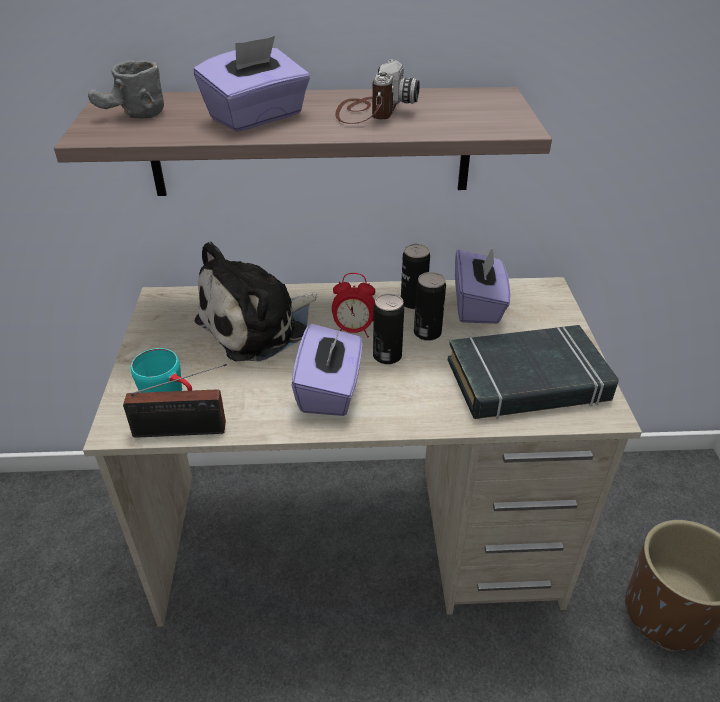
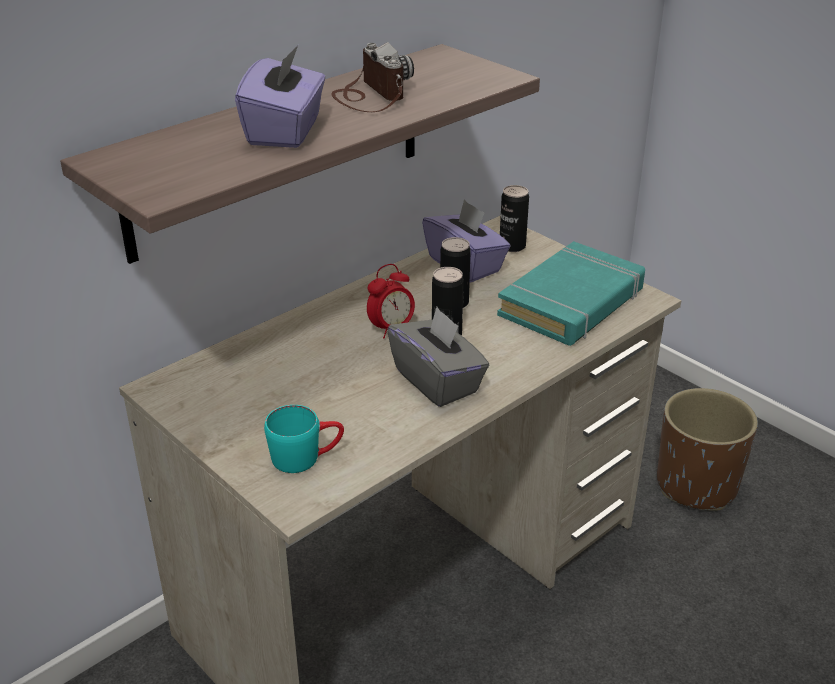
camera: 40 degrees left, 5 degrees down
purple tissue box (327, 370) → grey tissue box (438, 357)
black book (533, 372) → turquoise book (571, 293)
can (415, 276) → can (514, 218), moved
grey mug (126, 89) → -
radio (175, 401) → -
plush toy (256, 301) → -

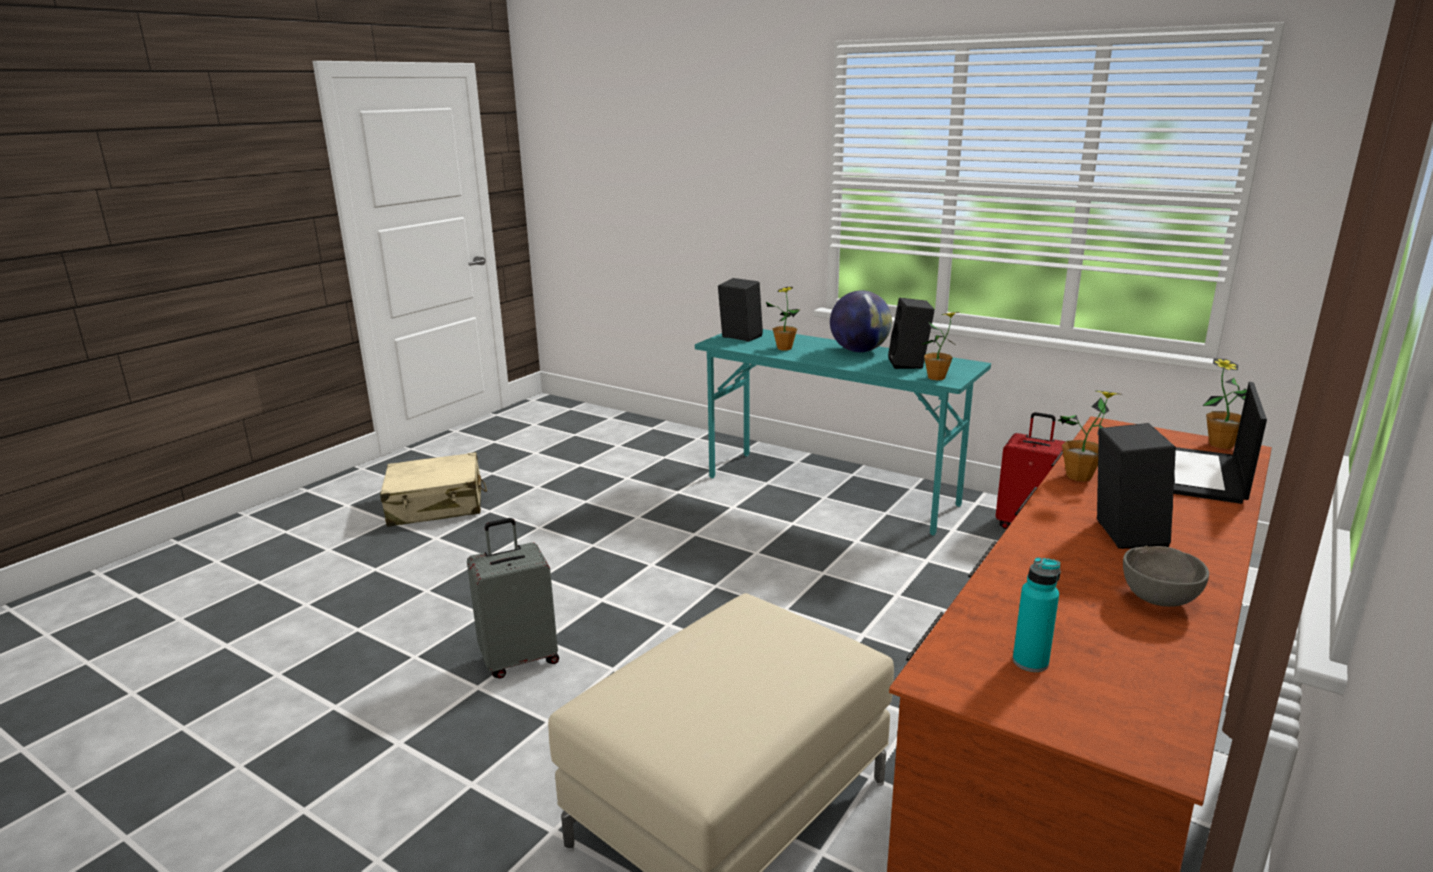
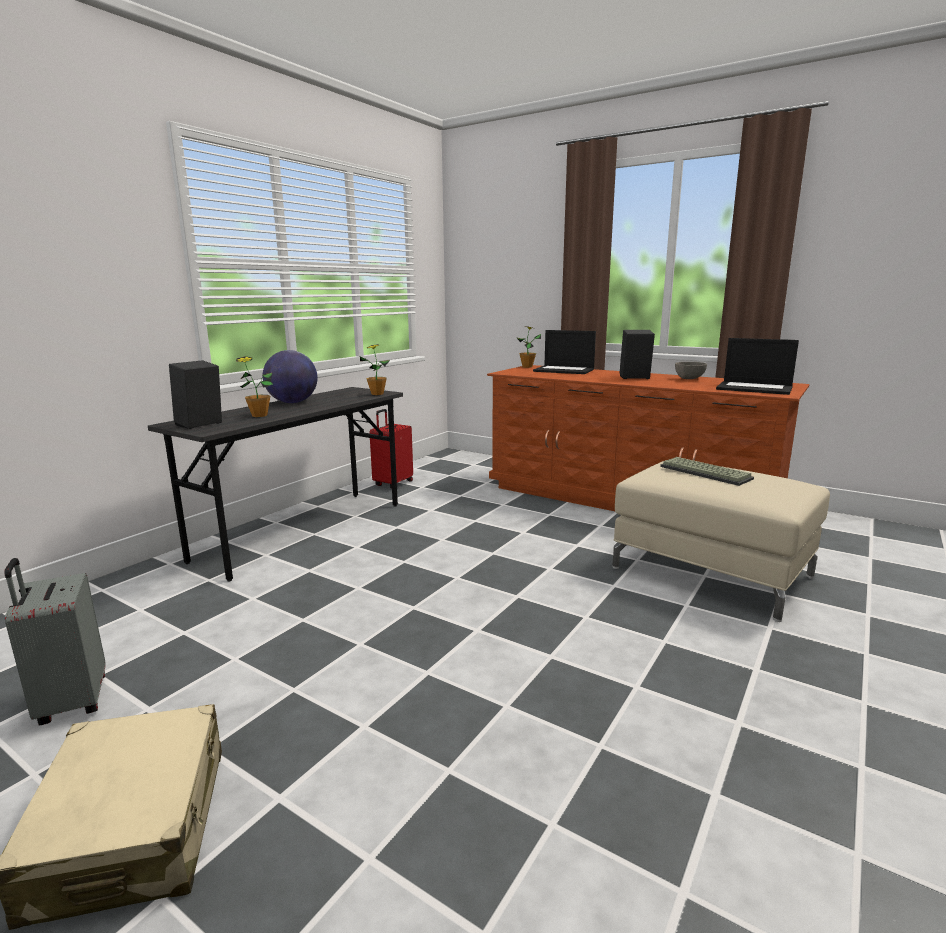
camera: 90 degrees left, 5 degrees down
grey suitcase (513, 598) → grey suitcase (55, 642), moved
turquoise desk (843, 432) → grey desk (275, 484)
- → keyboard (707, 471)
turquoise bottle (1037, 614) → laptop (757, 366)
black speaker (911, 333) → -
potted plant (1089, 435) → -

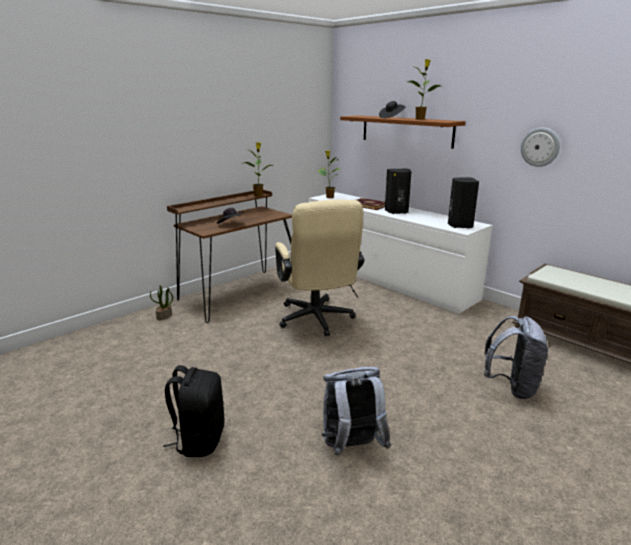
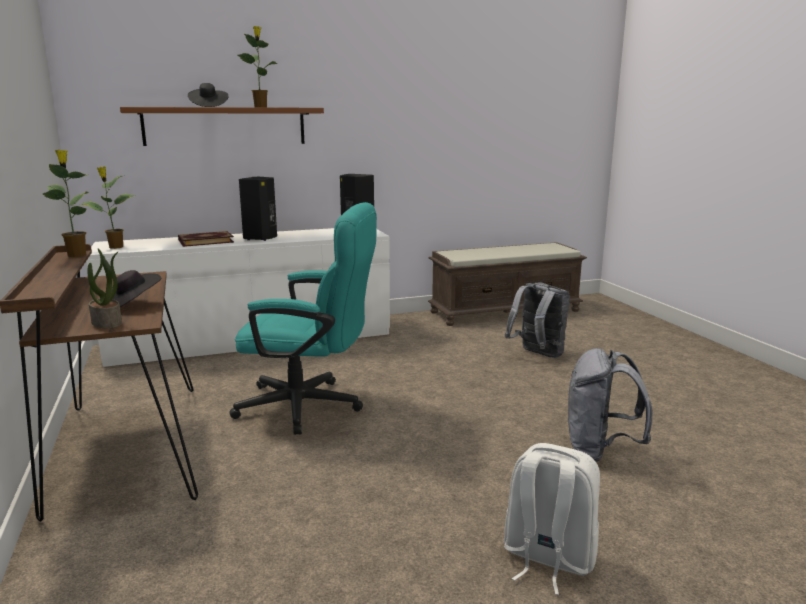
camera: 65 degrees left, 5 degrees down
potted plant (161, 302) → potted plant (105, 288), moved
beige office chair (319, 268) → turquoise office chair (303, 318)
black backpack (194, 411) → white backpack (552, 519)
wall clock (540, 147) → -

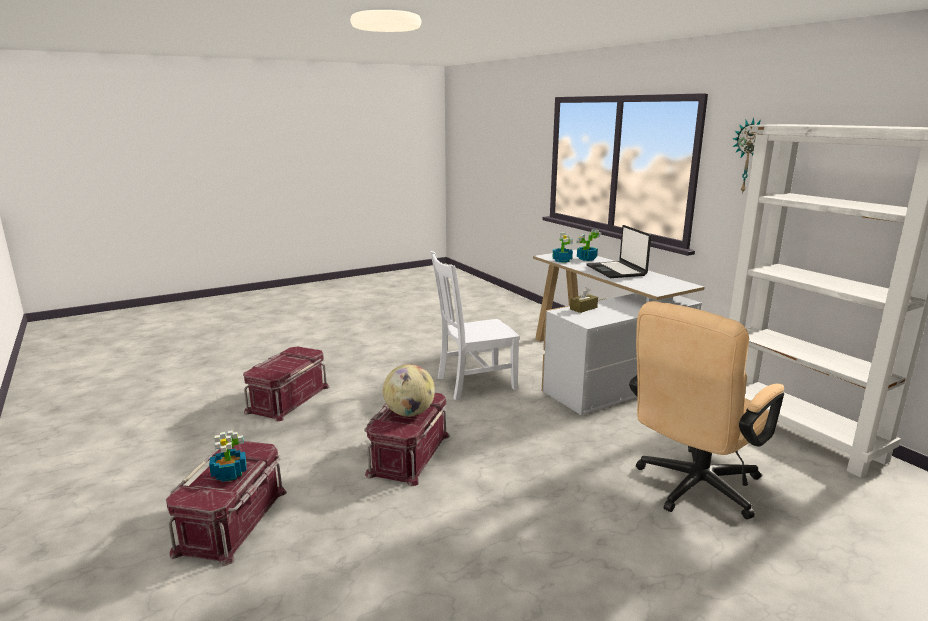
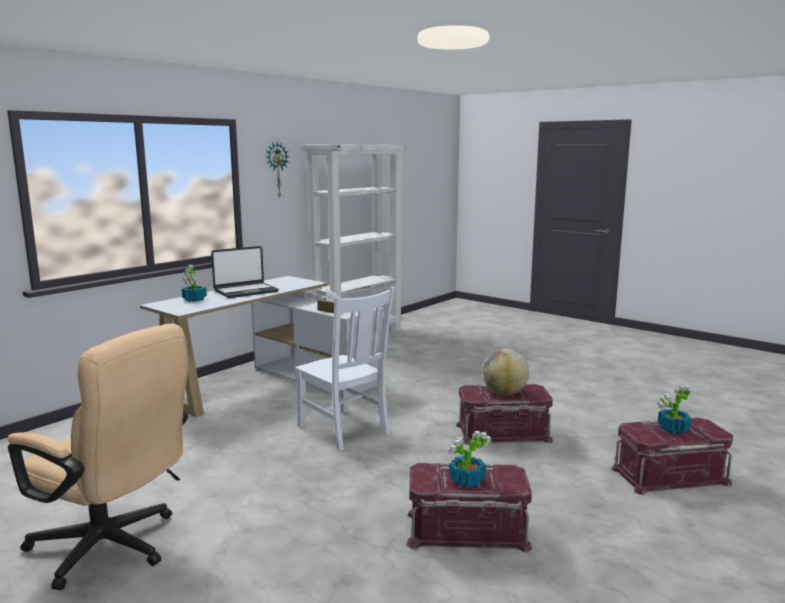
camera: 110 degrees left, 5 degrees down
beige office chair (706, 410) → beige office chair (98, 457), moved
potted plant (563, 247) → potted plant (469, 459), moved

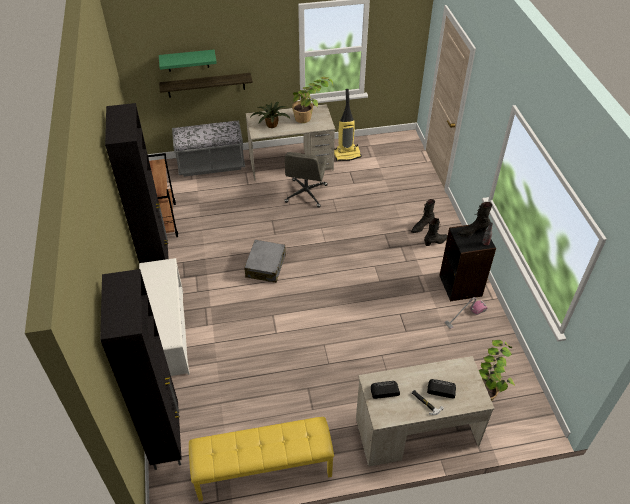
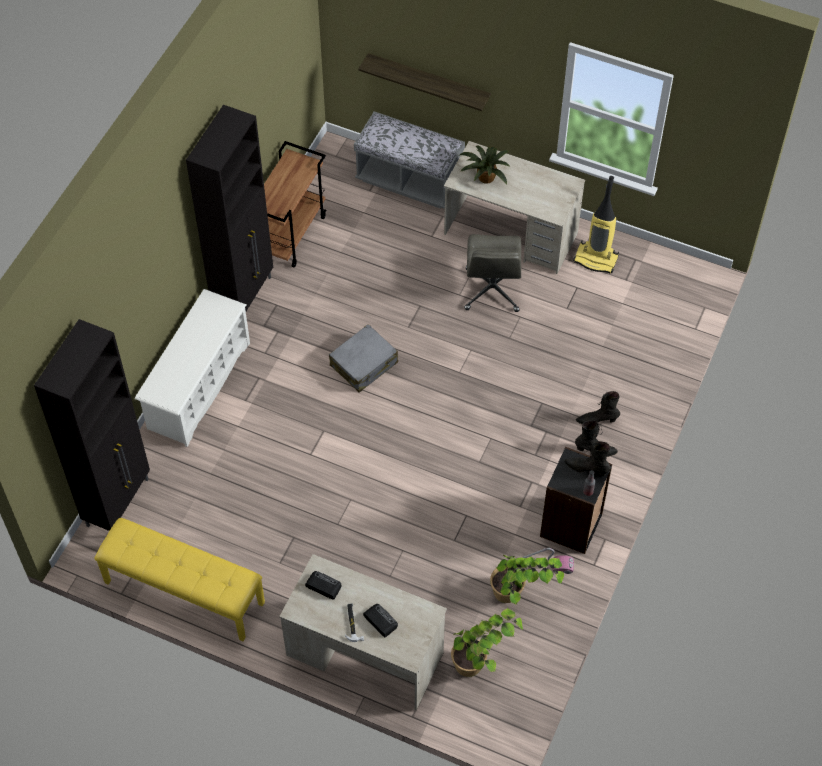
camera: 35 degrees right, 10 degrees up
grey office chair (306, 180) → grey office chair (492, 273), 45 degrees counterclockwise
potted plant (313, 100) → potted plant (527, 580), moved
green shelf (188, 61) → -

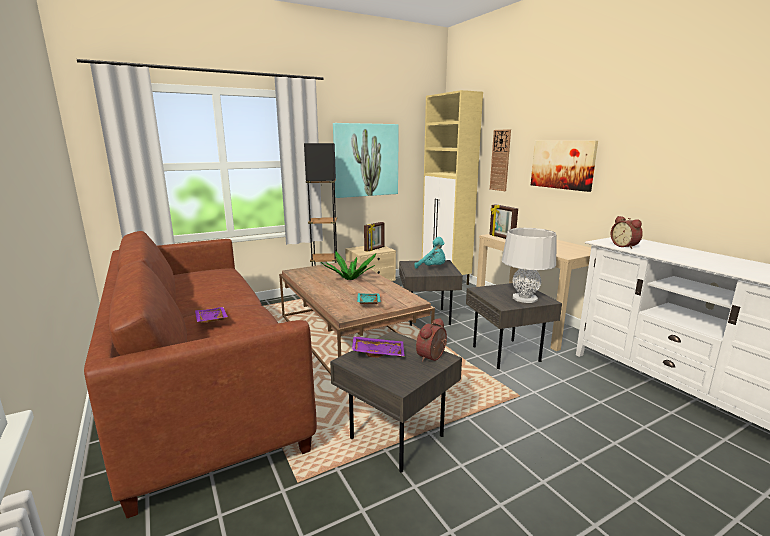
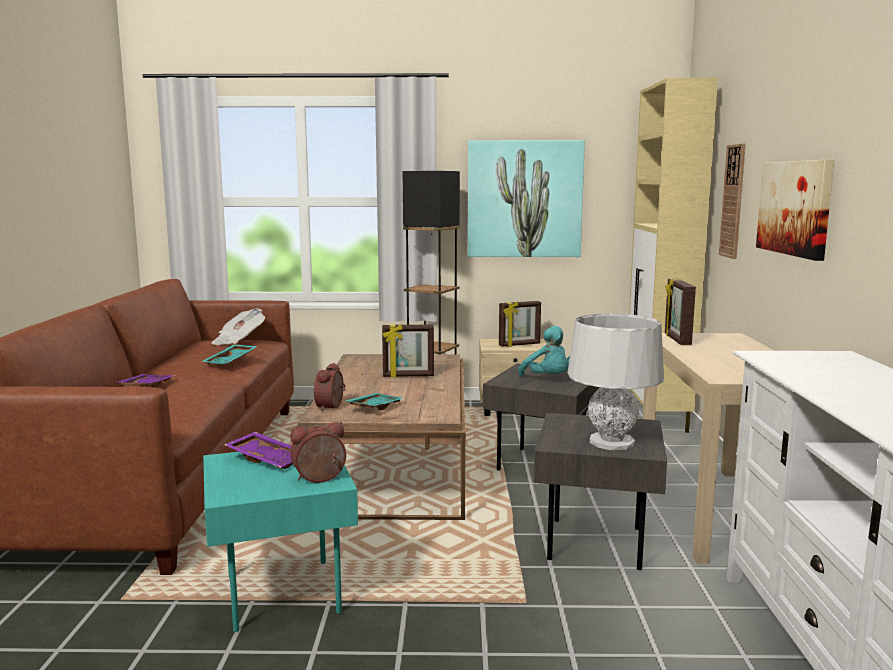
camera: 30 degrees right, 5 degrees down
- → turquoise tray (229, 355)
grey side table (396, 402) → turquoise side table (280, 542)
- → newspaper (238, 326)
alarm clock (627, 232) → alarm clock (329, 387), moved
potted plant (348, 265) → picture frame (408, 350)

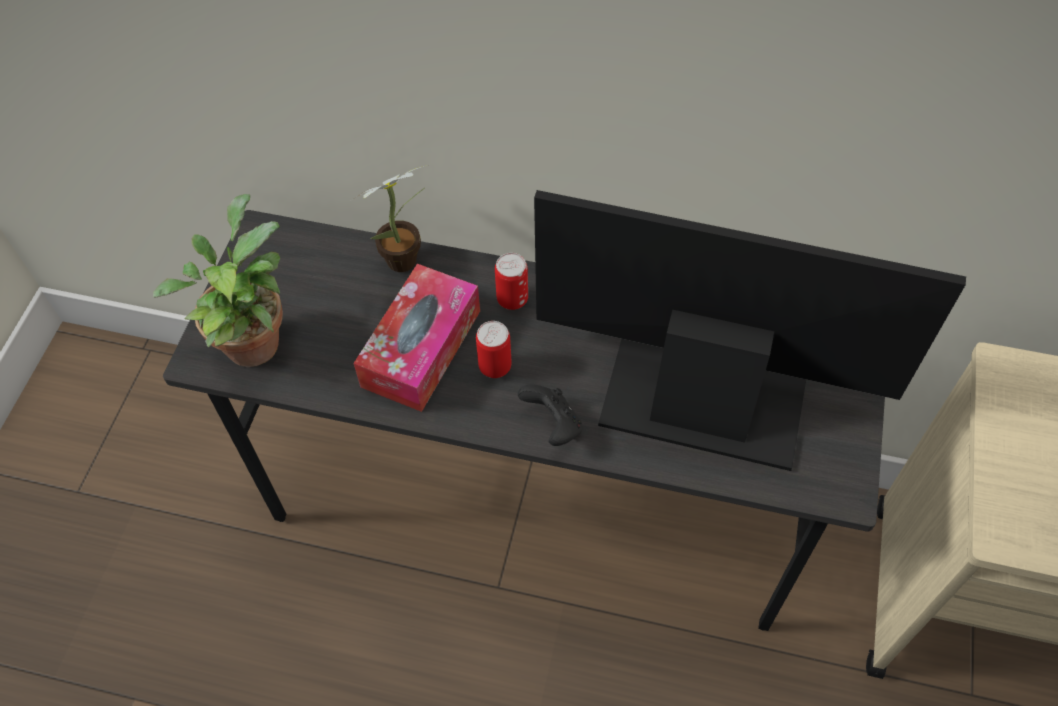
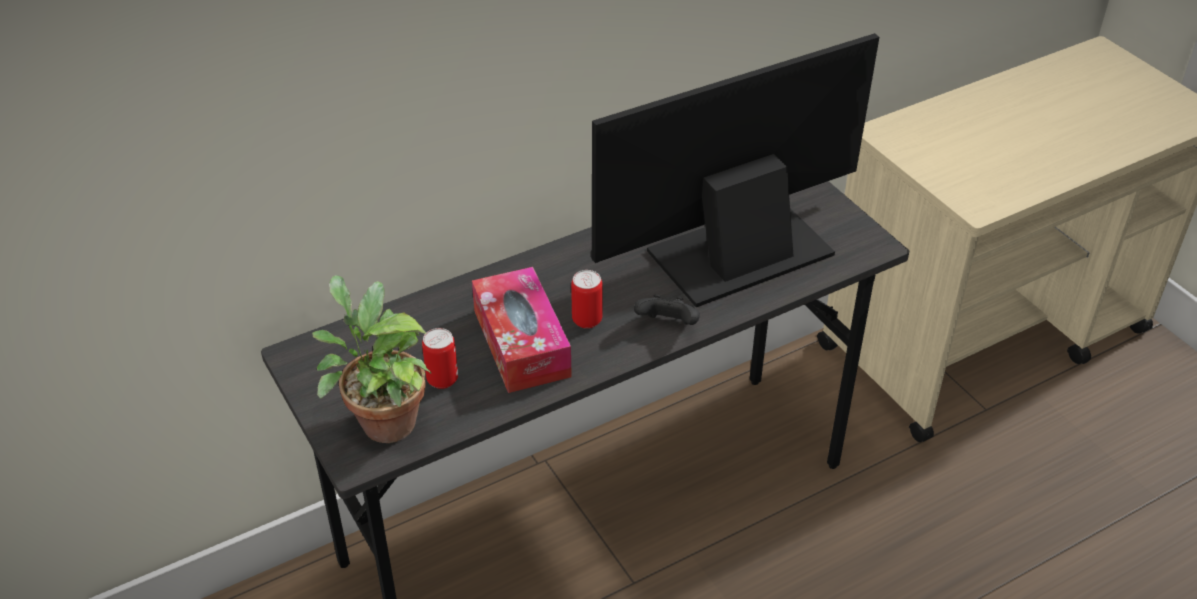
camera: 45 degrees left, 15 degrees down
can (511, 281) → can (440, 358), moved
potted plant (390, 218) → -

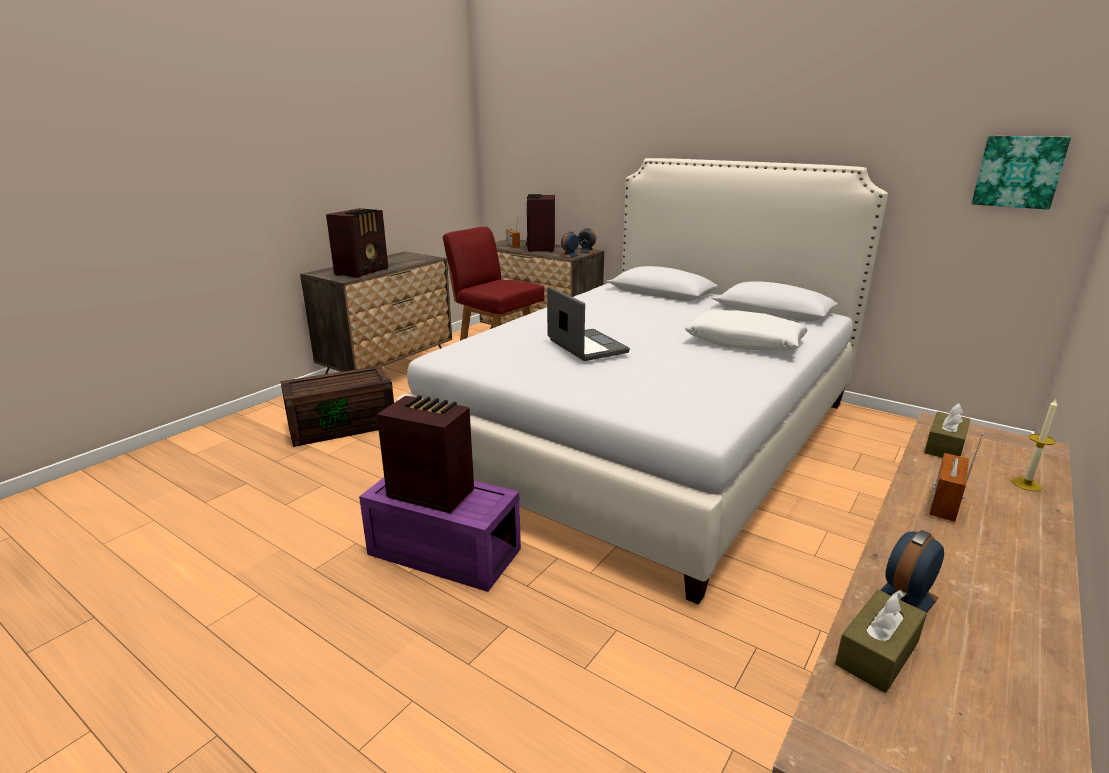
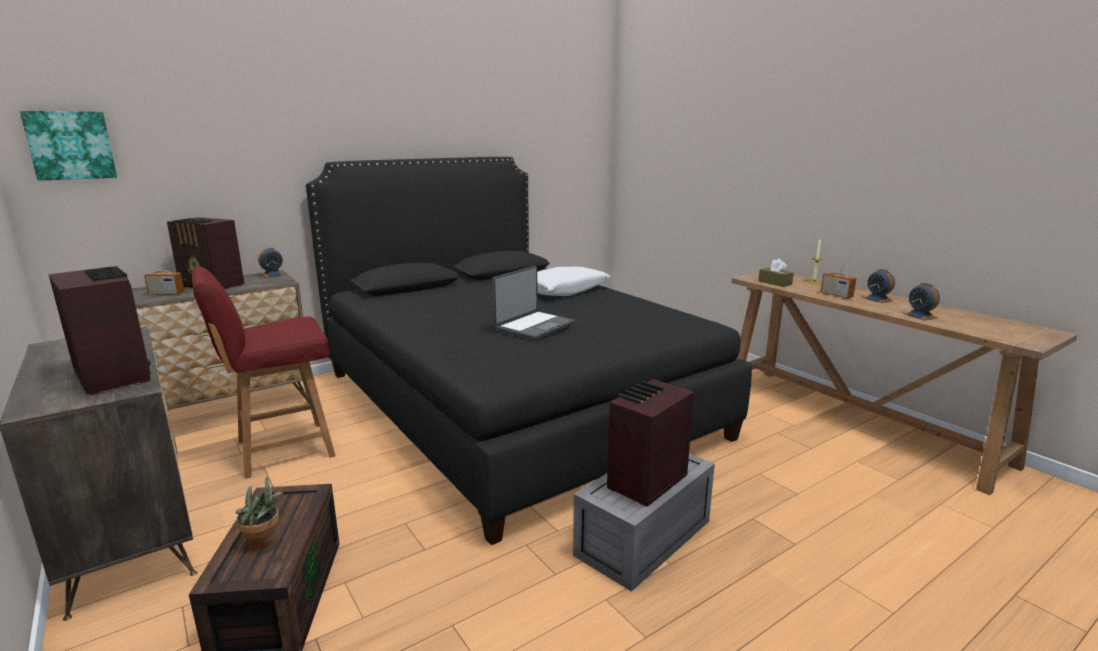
camera: 70 degrees left, 5 degrees down
picture (1021, 173) → picture (68, 146), moved
- → potted plant (259, 512)
white bed (642, 381) → black bed (529, 351)
laptop (588, 323) → laptop (533, 303), 135 degrees clockwise
purple storage box (440, 535) → grey storage box (644, 523)
alarm clock (570, 244) → alarm clock (879, 286), moved
brown tissue box (881, 641) → -

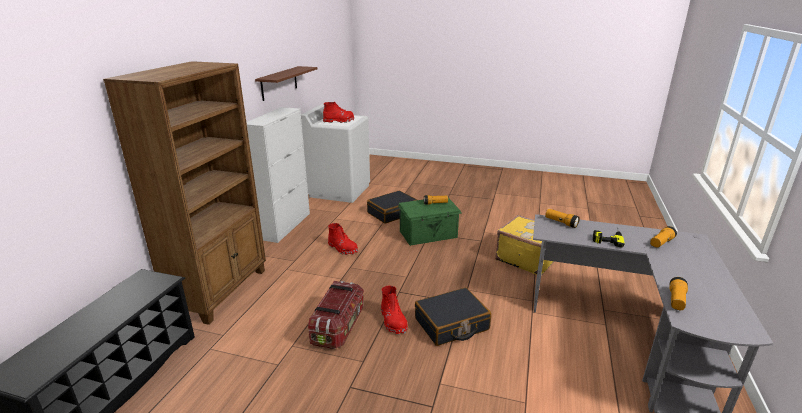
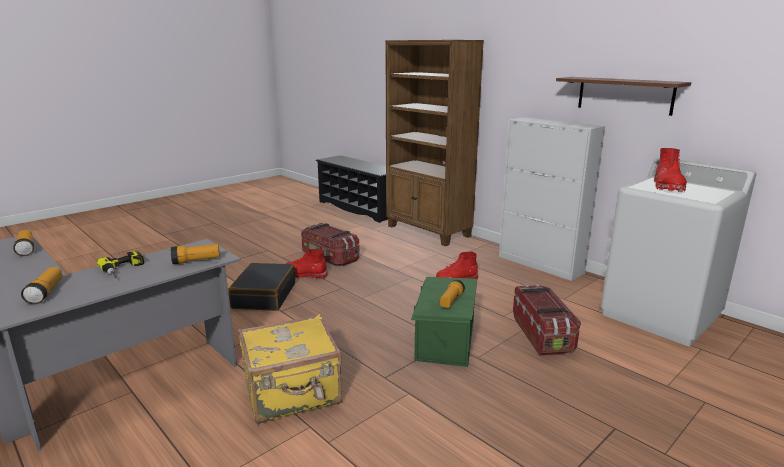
camera: 120 degrees right, 5 degrees down
black suitcase (392, 207) → storage box (547, 320)

